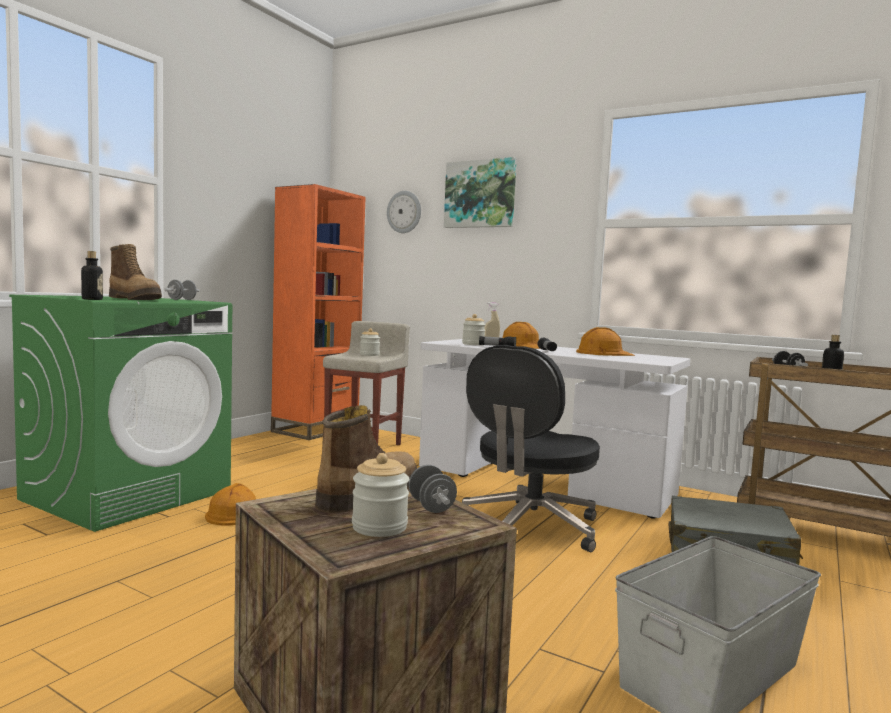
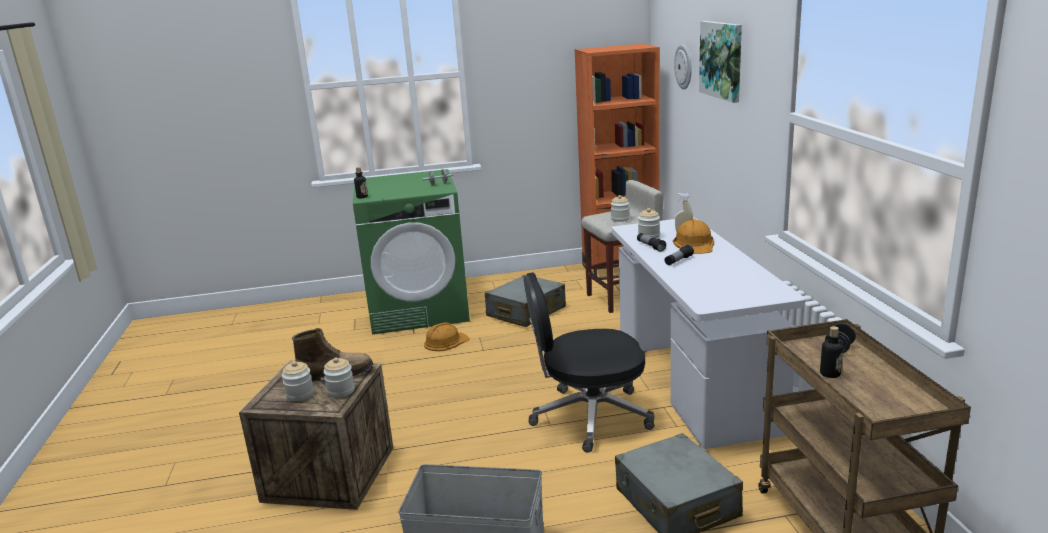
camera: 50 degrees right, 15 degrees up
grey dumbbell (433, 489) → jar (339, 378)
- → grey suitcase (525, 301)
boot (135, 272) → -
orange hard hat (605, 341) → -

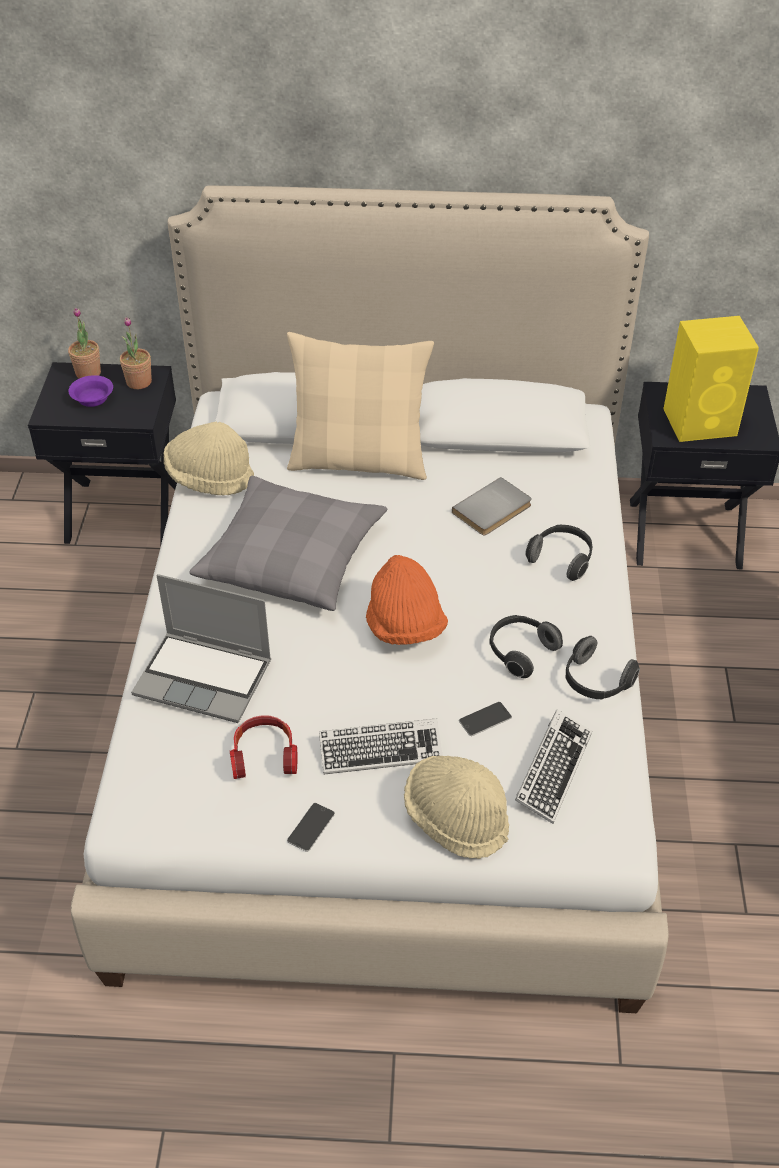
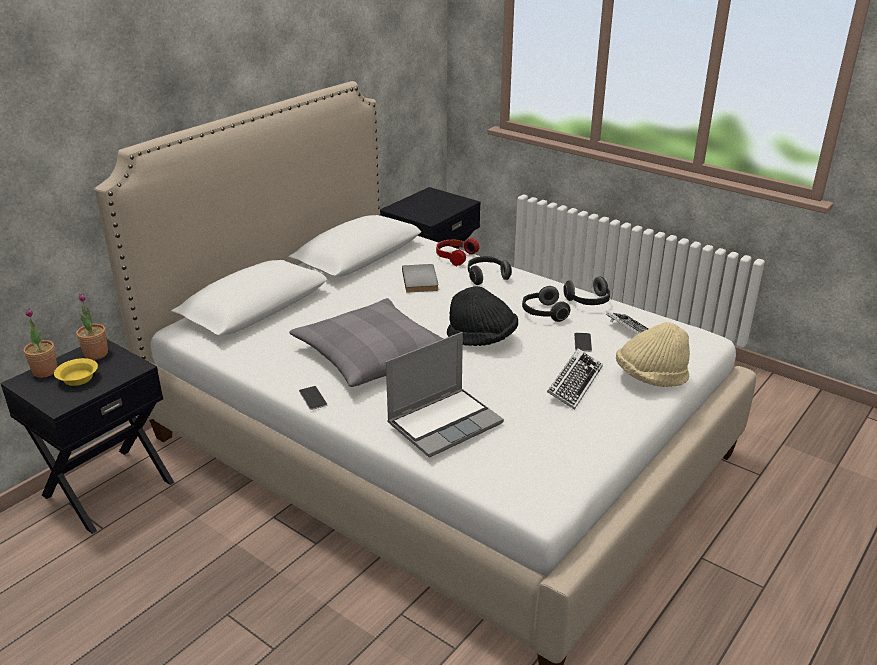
camera: 55 degrees left, 15 degrees down
purple bowl (90, 391) → yellow bowl (76, 372)
phone (311, 827) → phone (313, 398), moved
headphones (263, 747) → headphones (458, 252), moved
orange hat (407, 600) → black hat (482, 316)
beige hat (209, 458) → -
beige pillow (360, 406) → -
yellow speaker (711, 379) → -

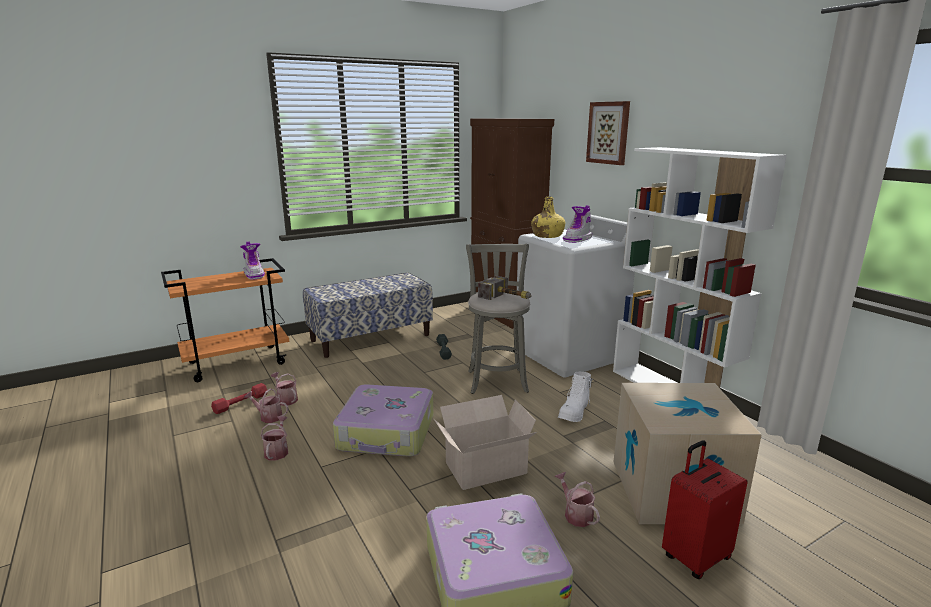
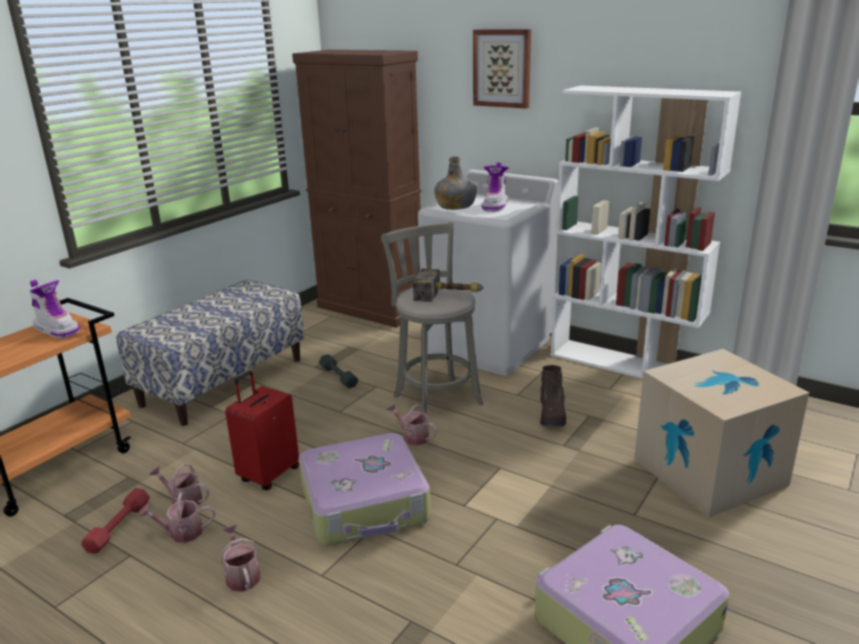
camera: 25 degrees left, 5 degrees up
red suitcase (705, 509) → red suitcase (262, 430), moved
watering can (577, 499) → watering can (412, 424), moved
yellow bottle (548, 217) → grey bottle (455, 183)
white boot (575, 397) → brown boot (553, 395)
cardboard box (485, 442) → -

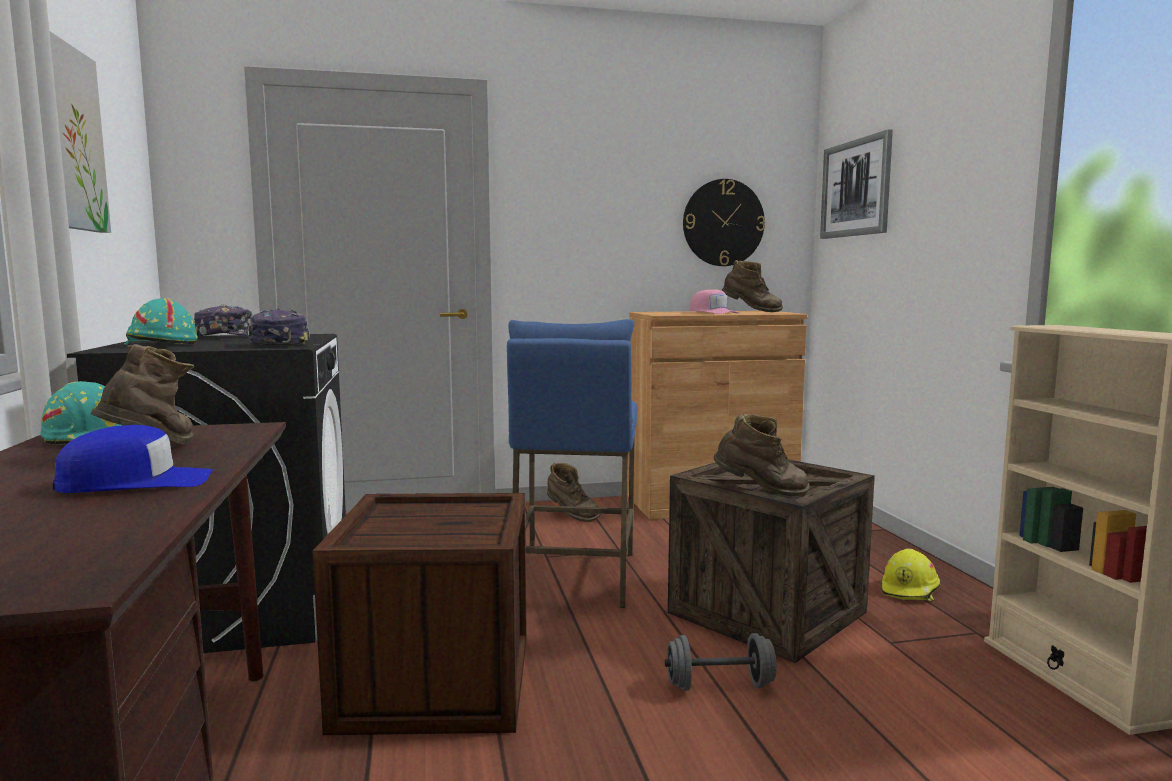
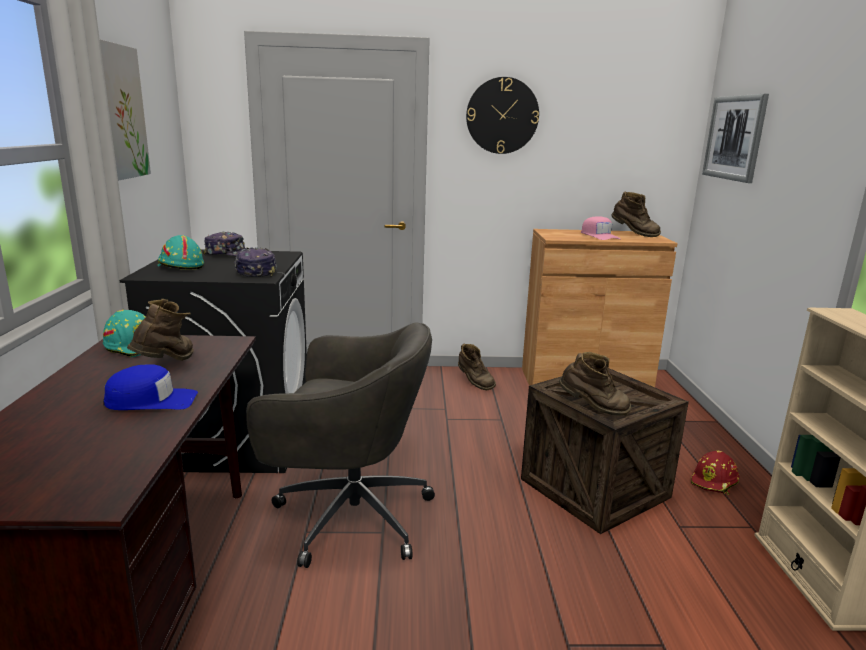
camera: 10 degrees right, 10 degrees up
crate (419, 614) → grey office chair (340, 445)
wall clock (724, 222) → wall clock (502, 115), moved
yellow hard hat (911, 574) → red hard hat (715, 473)
blue stool (572, 463) → -
grey dumbbell (720, 661) → -

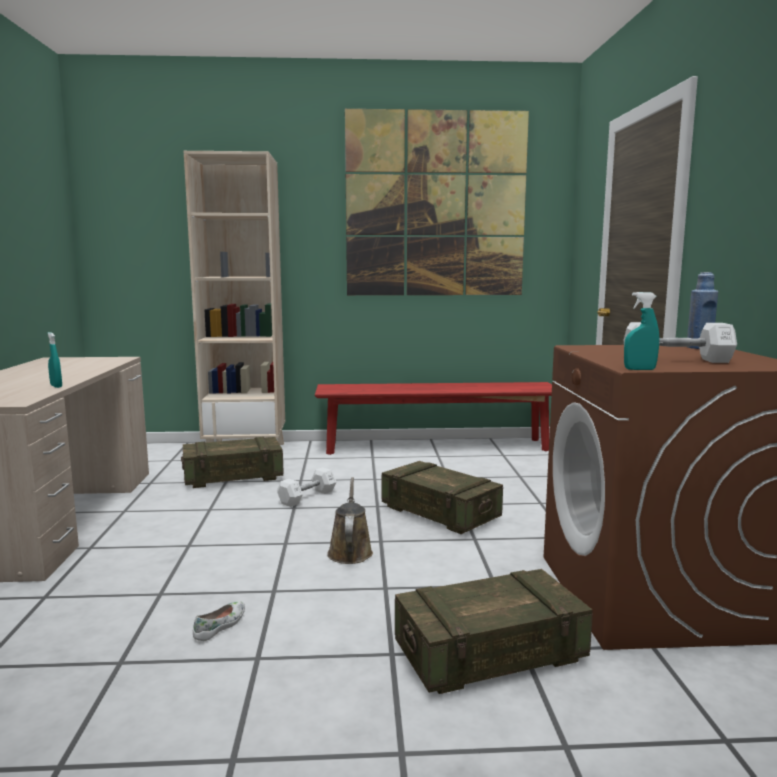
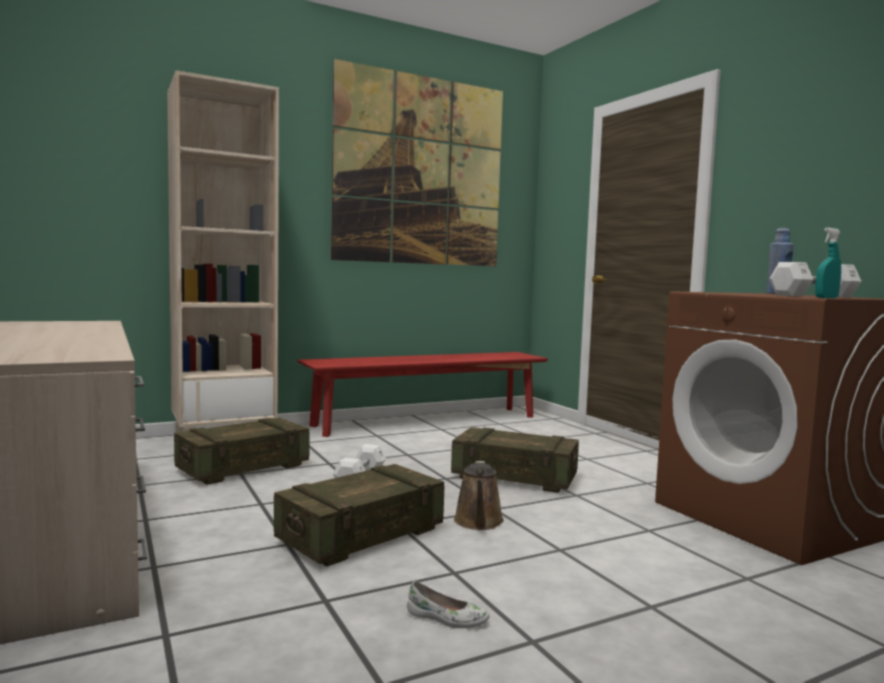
camera: 25 degrees left, 5 degrees down
crate (494, 631) → crate (359, 515), moved
white shoe (219, 621) → white shoe (448, 604), 105 degrees clockwise
brown watering can (350, 520) → brown watering can (479, 495), 150 degrees counterclockwise
turquoise spray bottle (54, 360) → -

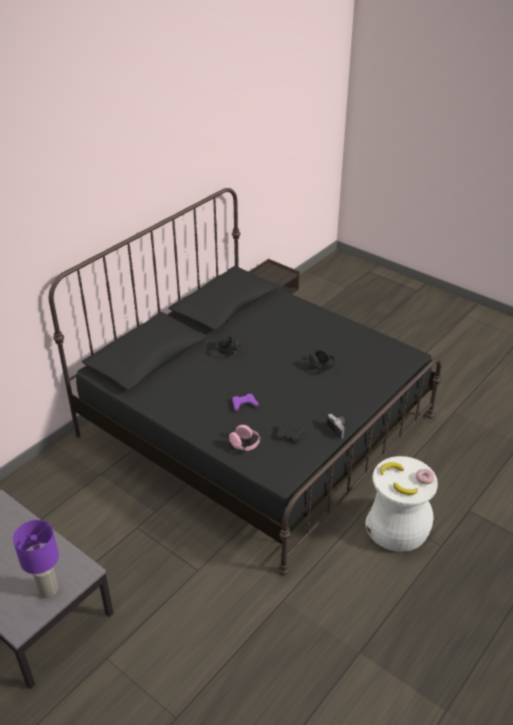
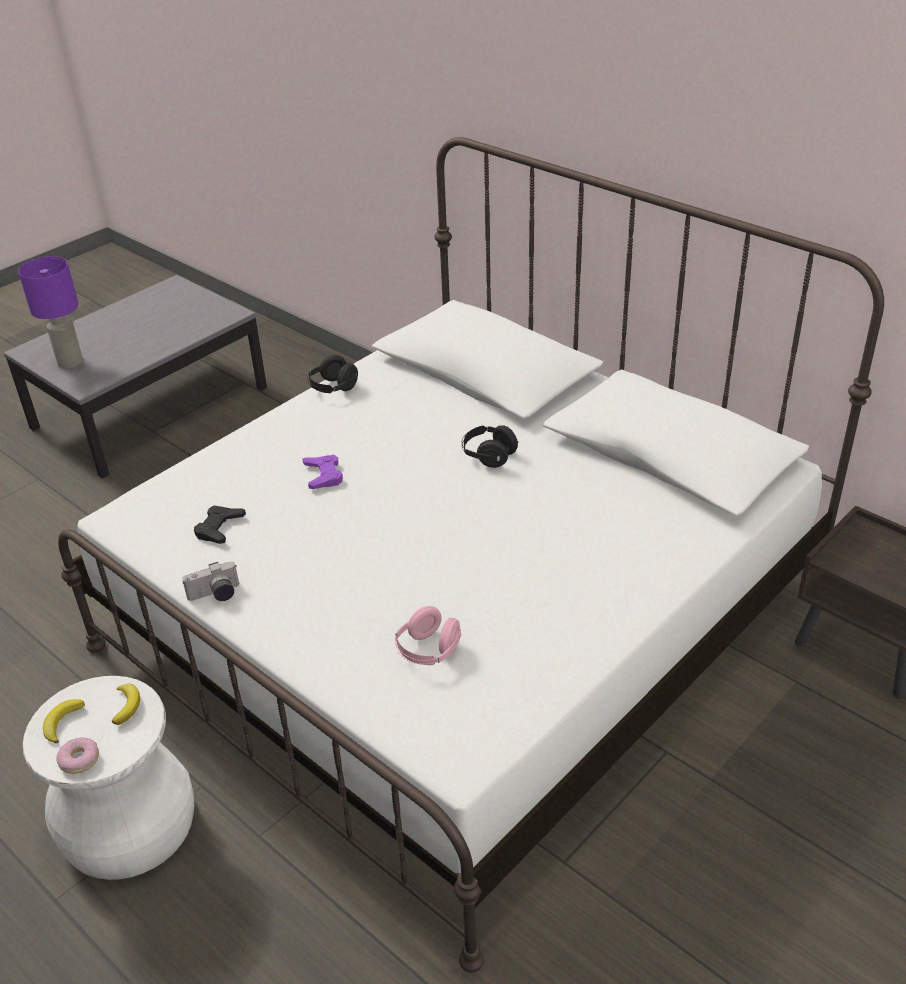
camera: 95 degrees right, 0 degrees up
black bed (245, 381) → white bed (471, 555)
black headphones (322, 360) → black headphones (332, 374), moved
pink headphones (244, 438) → pink headphones (428, 635), moved

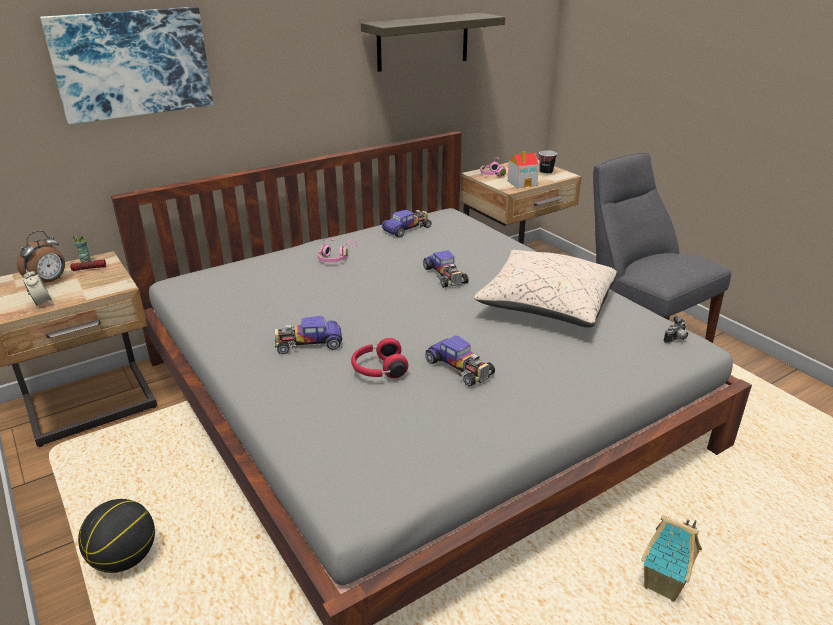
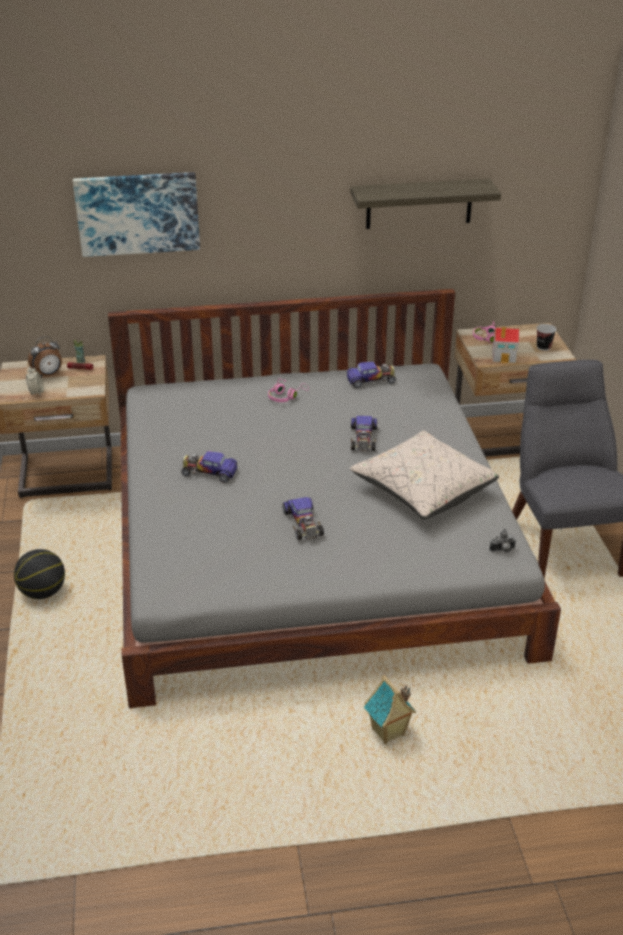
camera: 25 degrees right, 5 degrees up
red headphones (379, 358) → -

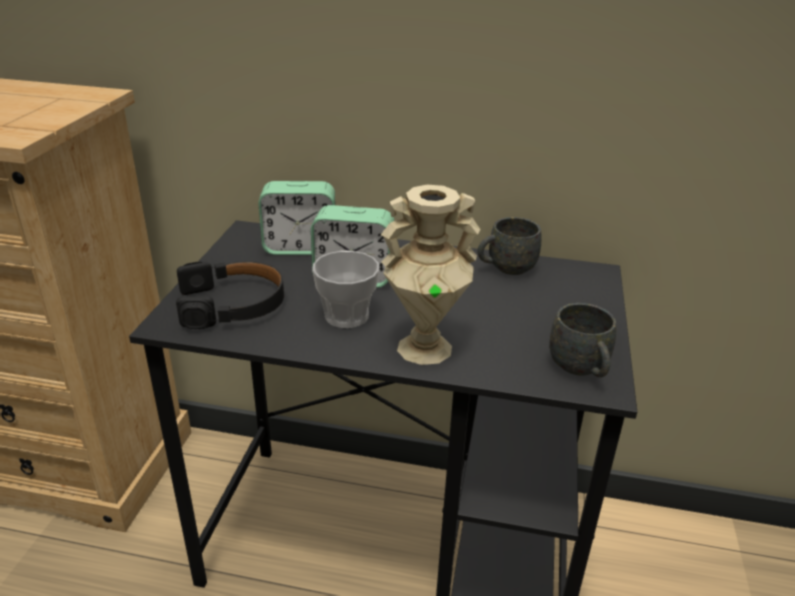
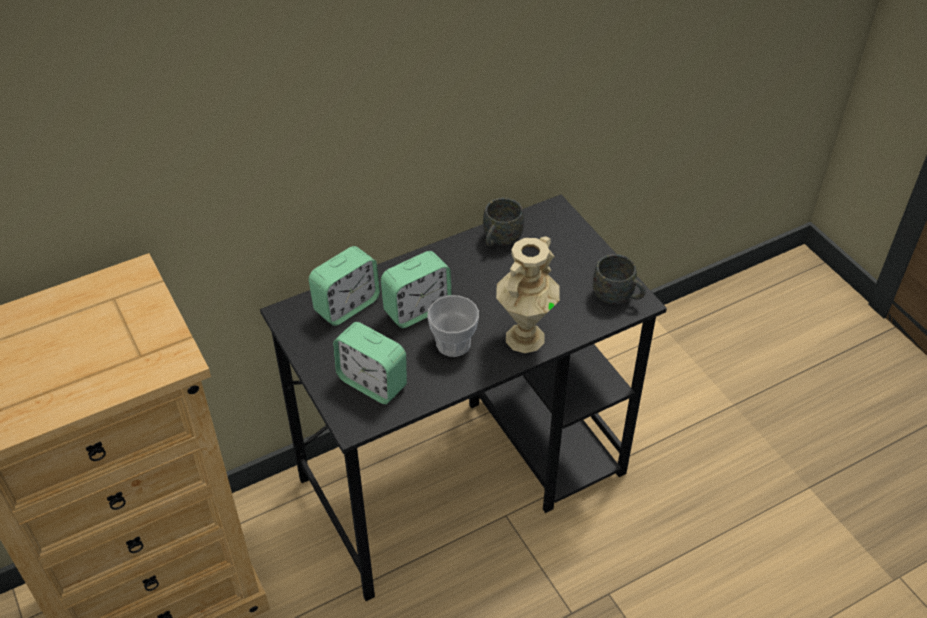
camera: 40 degrees left, 15 degrees up
black headphones (230, 295) → alarm clock (370, 363)

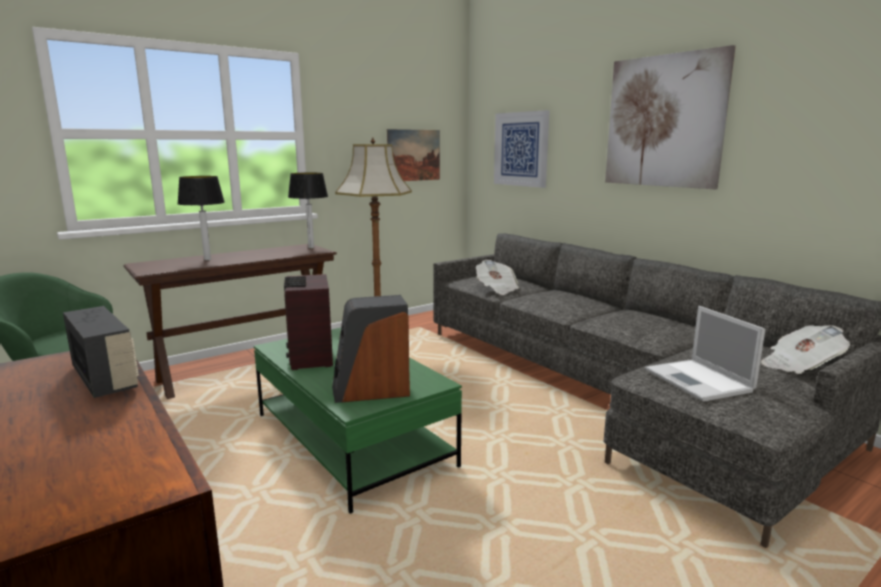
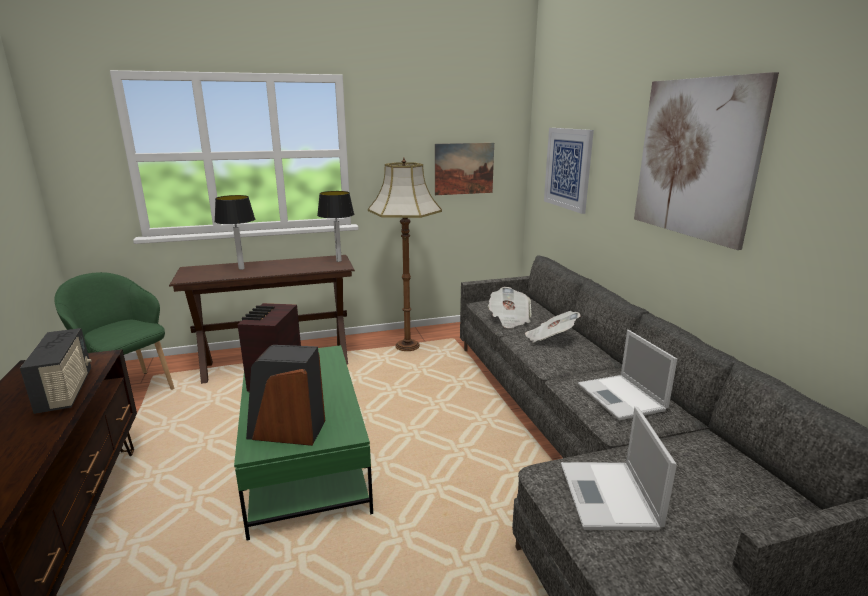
camera: 20 degrees right, 5 degrees up
newspaper (805, 349) → newspaper (552, 327), moved
- → laptop (627, 375)

